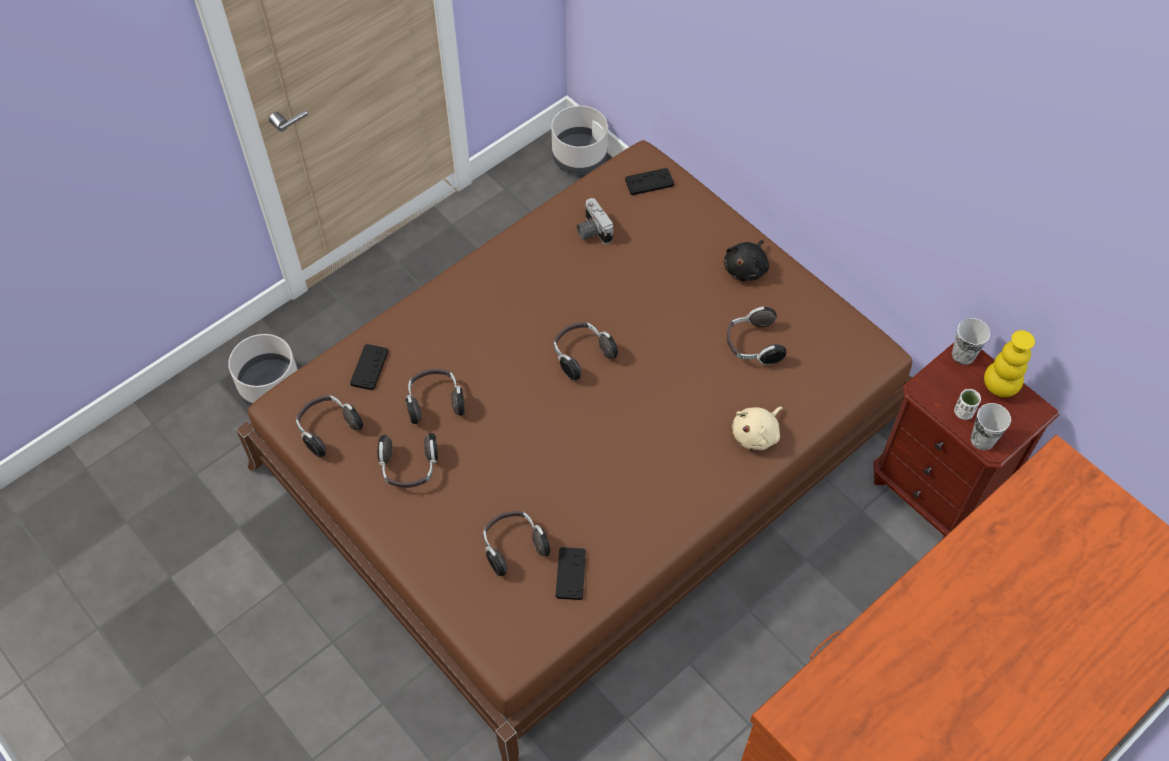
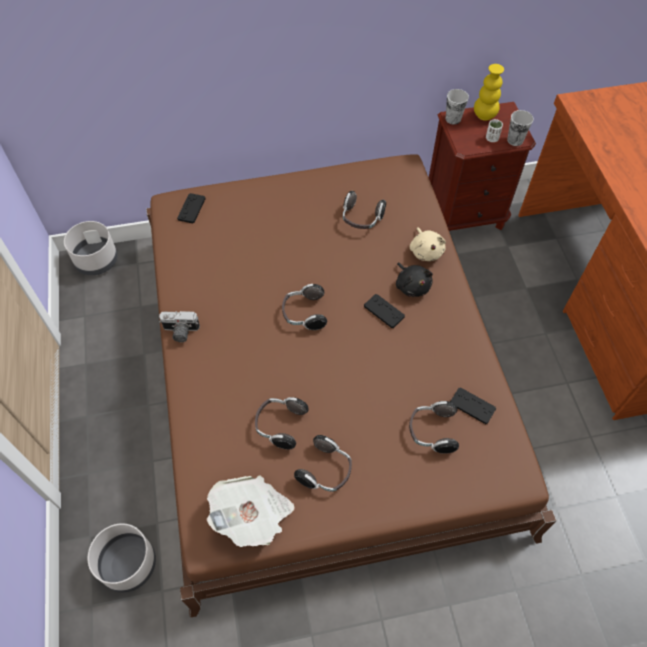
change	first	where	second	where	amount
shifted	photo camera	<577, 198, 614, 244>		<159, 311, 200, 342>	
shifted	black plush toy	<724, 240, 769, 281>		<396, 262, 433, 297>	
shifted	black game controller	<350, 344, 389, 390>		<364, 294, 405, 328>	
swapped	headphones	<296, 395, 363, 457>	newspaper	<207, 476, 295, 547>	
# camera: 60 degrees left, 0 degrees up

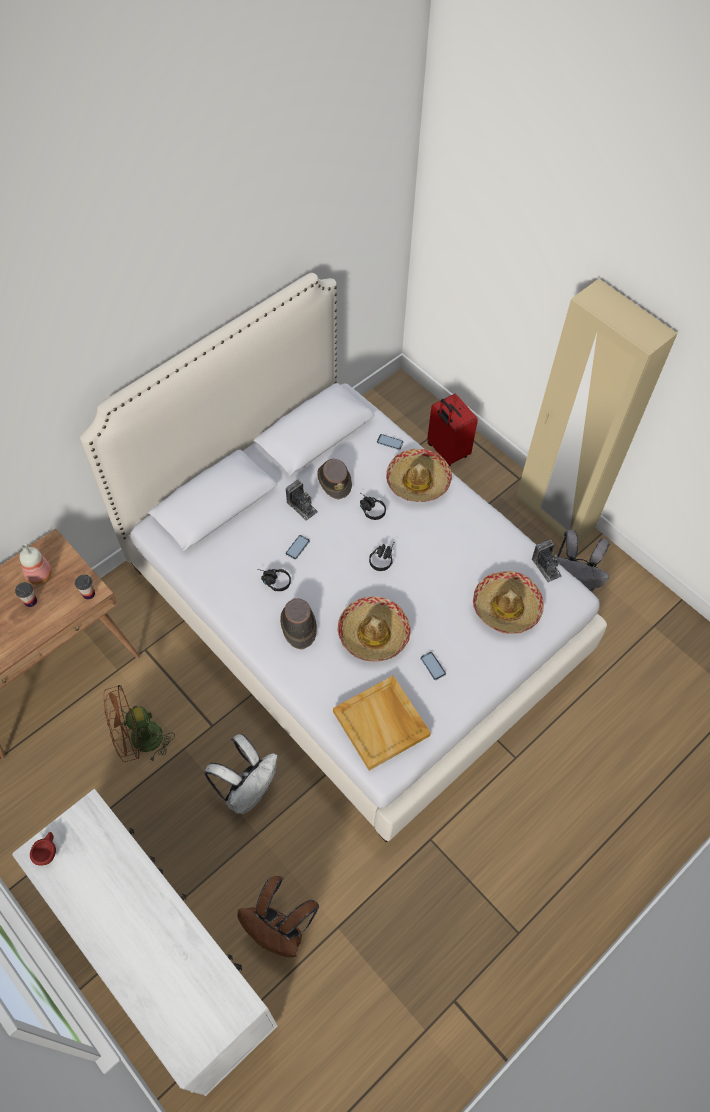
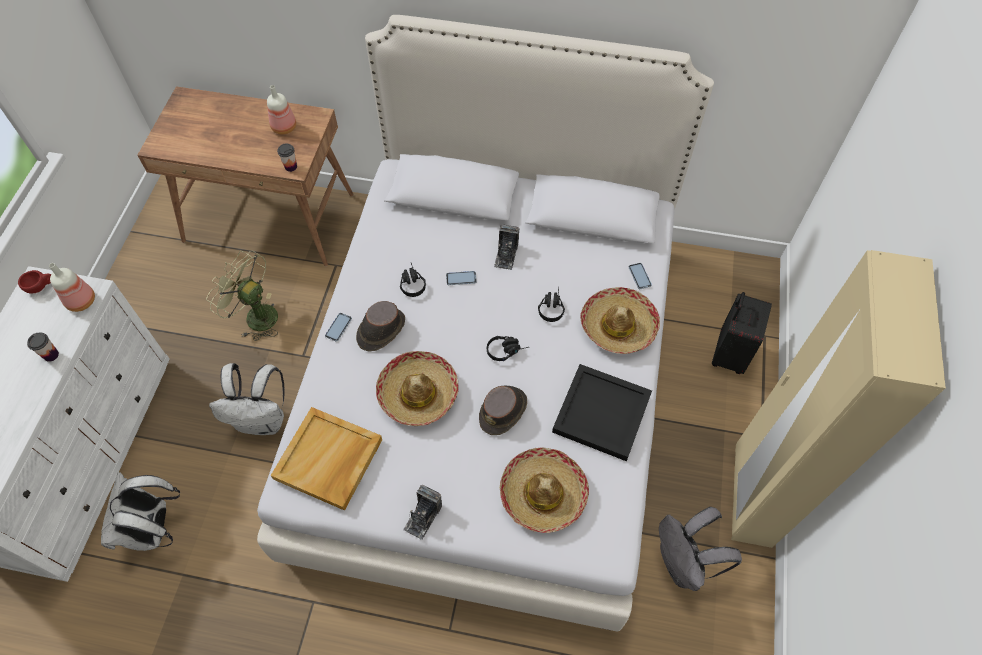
change	first	where	second	where	amount
repainted	red suitcase	<427, 393, 478, 466>	black suitcase	<712, 292, 772, 374>	
shifted	brown hat	<317, 459, 352, 499>		<479, 386, 527, 435>	
shifted	photo camera	<532, 539, 562, 583>		<403, 485, 442, 540>	
shifted	cup	<15, 582, 37, 607>		<27, 333, 59, 362>	
shifted	phone	<420, 652, 446, 680>		<325, 313, 352, 342>	
repainted	brown fan	<104, 685, 175, 763>	green fan	<206, 251, 278, 341>	
repainted	brown backpack	<238, 876, 319, 957>	white backpack	<101, 472, 180, 551>	
new			bottle	<49, 263, 95, 312>	
new			black tray	<552, 364, 652, 461>	
# camera: 55 degrees right, 0 degrees up

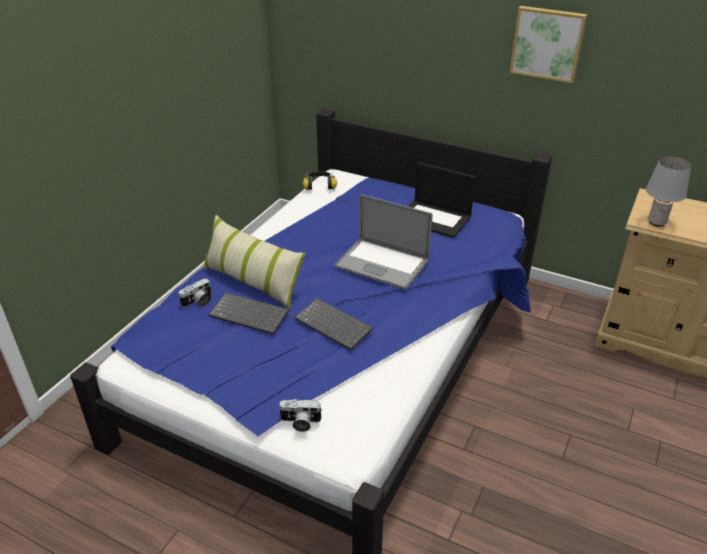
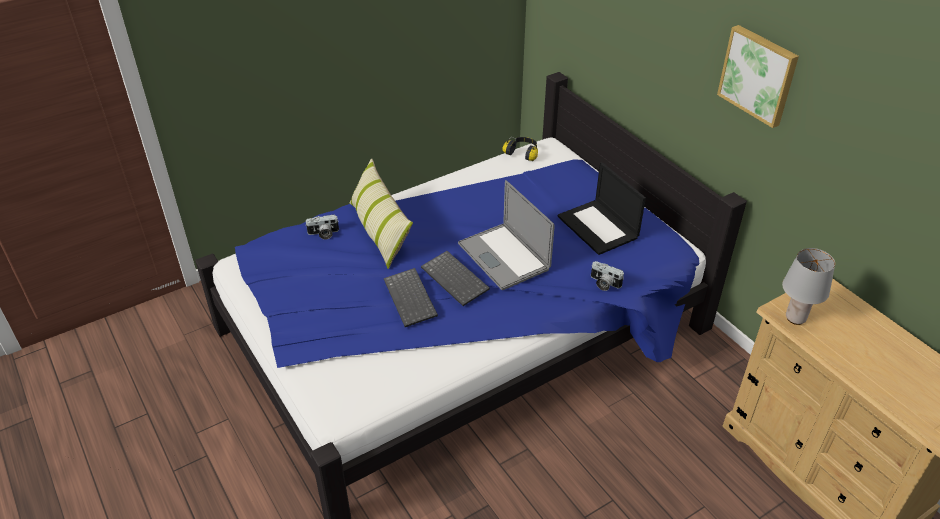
change	first	where	second	where	amount
shifted	keyboard	<209, 293, 289, 334>		<421, 251, 490, 306>	
shifted	photo camera	<278, 399, 322, 432>		<591, 261, 624, 291>	
# camera: 30 degrees right, 5 degrees up

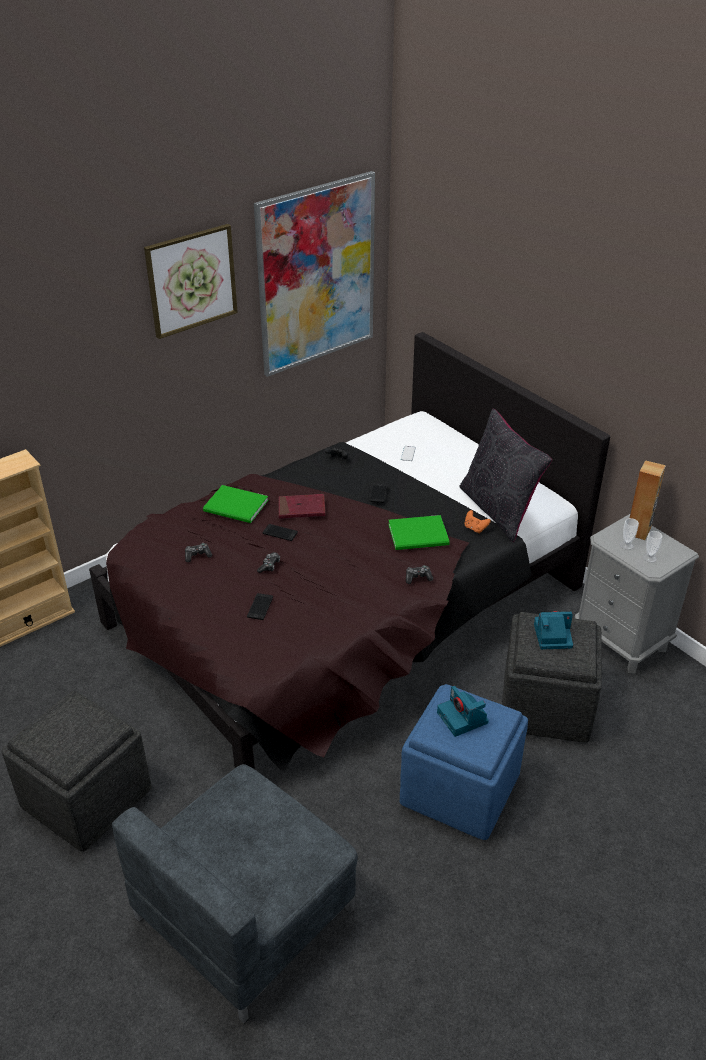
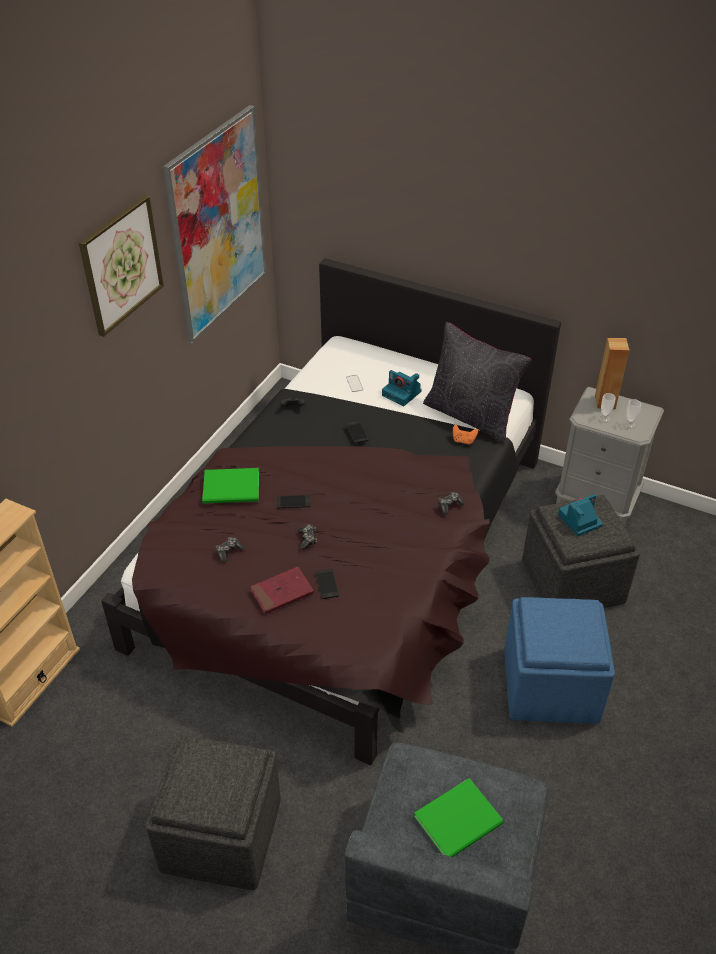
change	first	where	second	where	amount
shifted	red book	<279, 494, 326, 519>		<250, 567, 314, 614>	
shifted	green book	<388, 515, 450, 550>		<414, 778, 504, 857>	
shifted	photo camera	<437, 686, 489, 737>		<382, 370, 422, 406>	
# camera: 25 degrees left, 5 degrees up

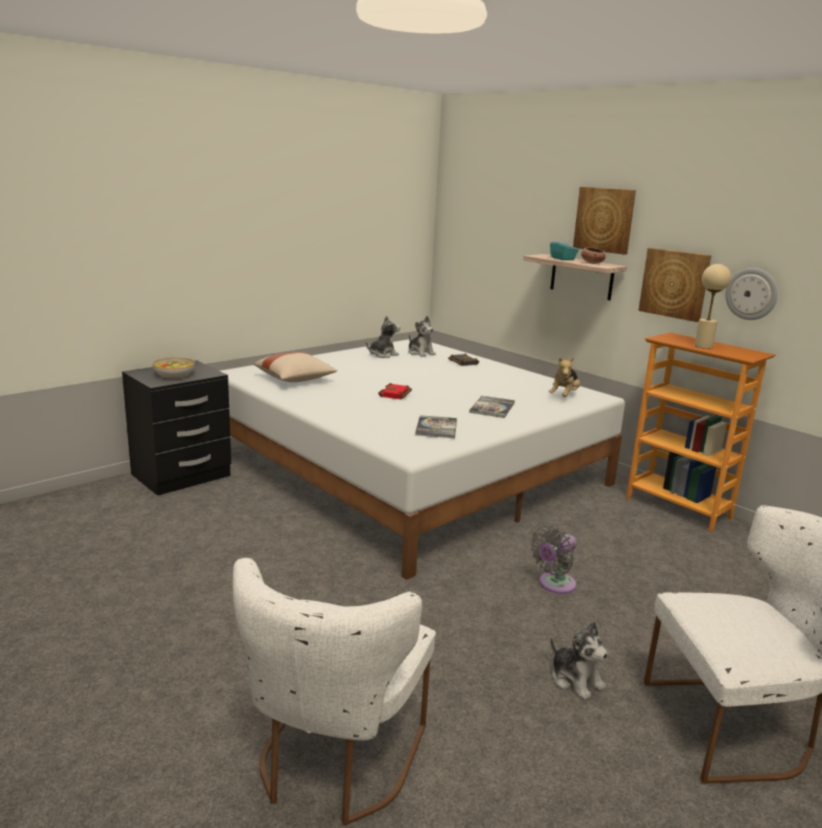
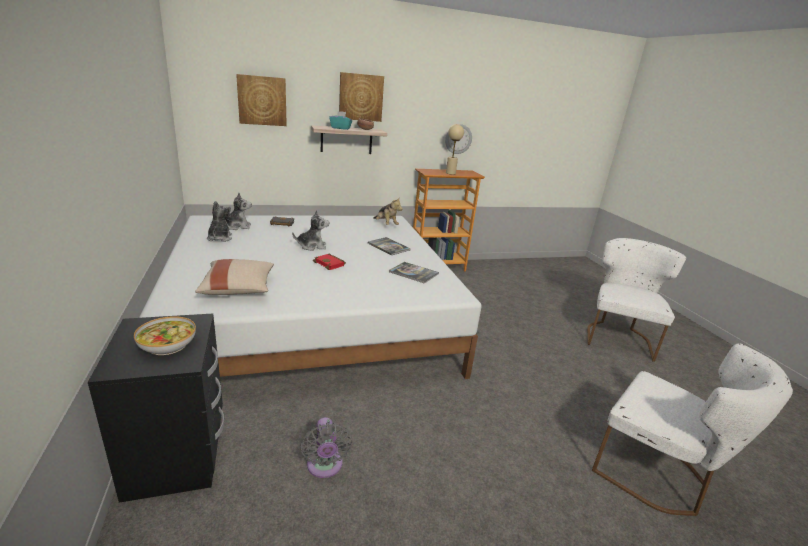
change	first	where	second	where	amount
shifted	picture	<638, 248, 712, 322>		<236, 74, 287, 126>	
shifted	grey fan	<531, 526, 577, 594>		<301, 417, 352, 478>	
shifted	plush toy	<550, 622, 608, 700>		<292, 210, 330, 251>	
# camera: 65 degrees left, 5 degrees up

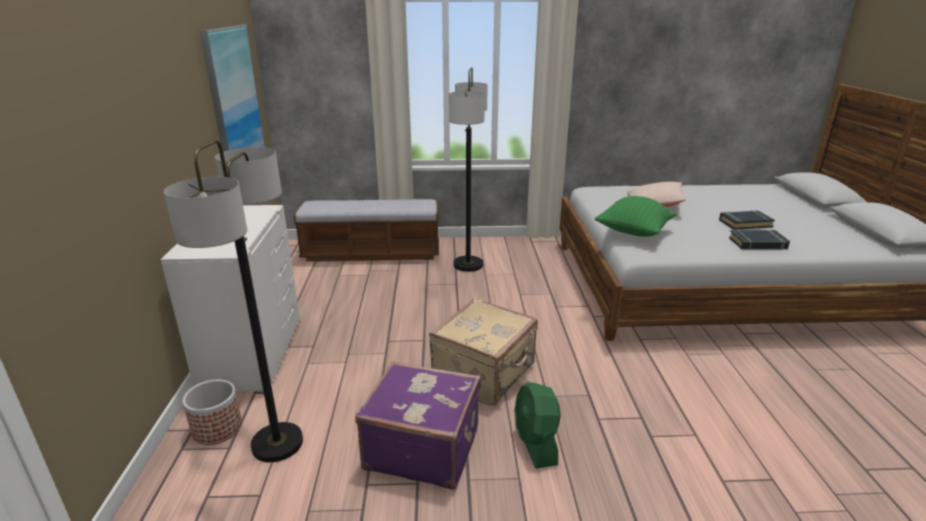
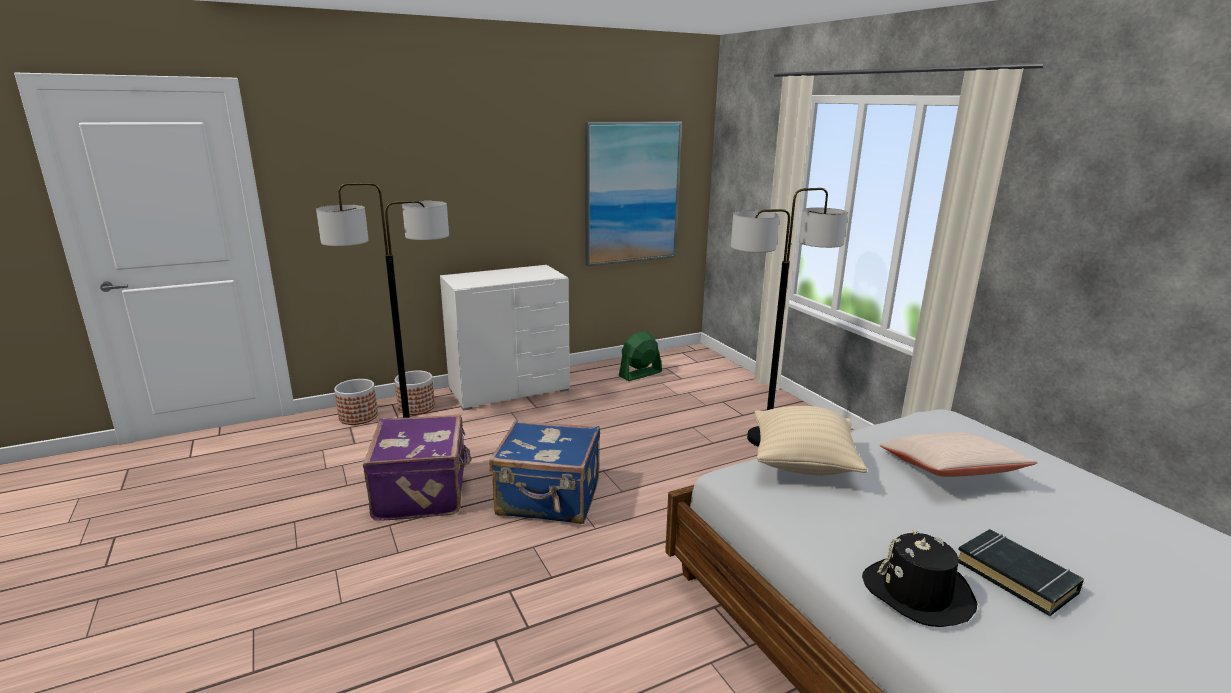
change	first	where	second	where	amount
repainted	green pillow	<595, 196, 677, 237>	beige pillow	<755, 406, 867, 476>	
gone	bench	<293, 199, 439, 262>			
swapped	black book	<729, 230, 790, 250>	black hat	<862, 530, 977, 627>	
repainted	beige suitcase	<429, 298, 538, 406>	blue suitcase	<490, 420, 600, 524>	
shifted	green fan	<514, 382, 561, 469>		<619, 331, 662, 381>	
new			planter	<334, 379, 378, 425>	
# camera: 65 degrees right, 5 degrees down

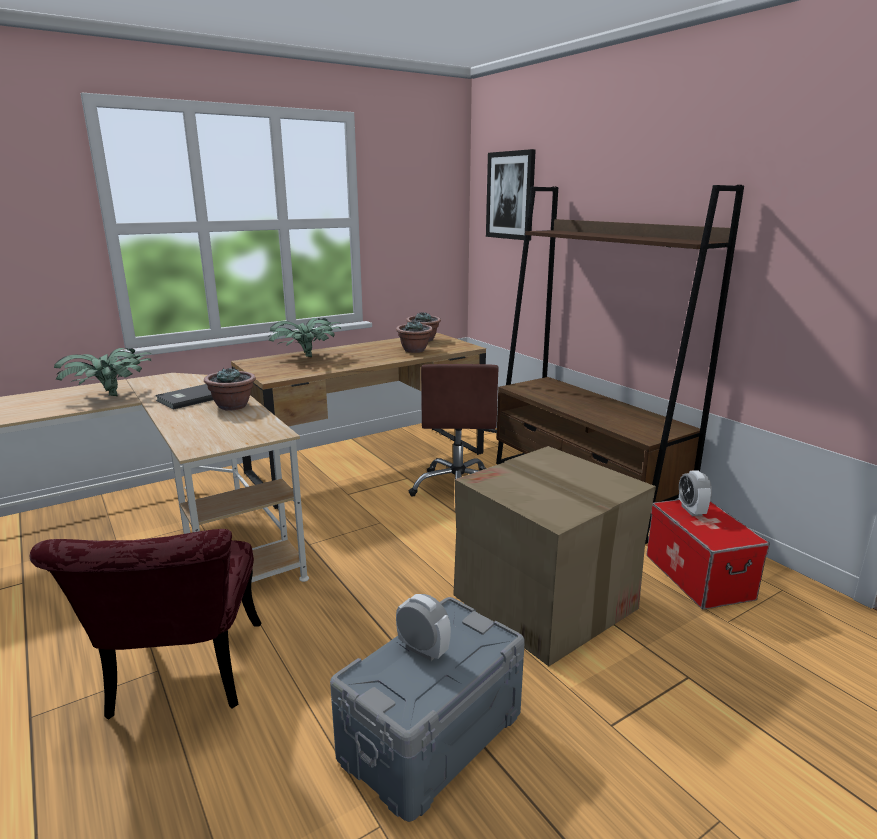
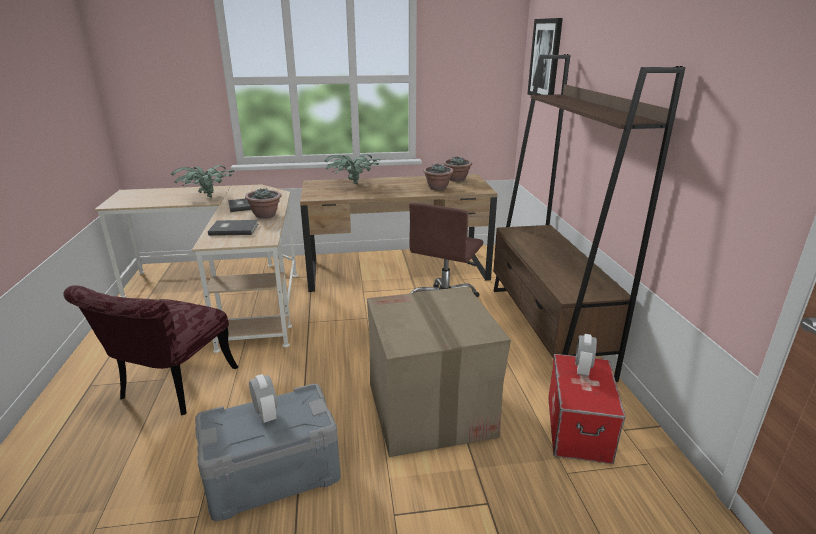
change	first	where	second	where	amount
new			grey book	<208, 220, 258, 236>	
# camera: 25 degrees right, 5 degrees up

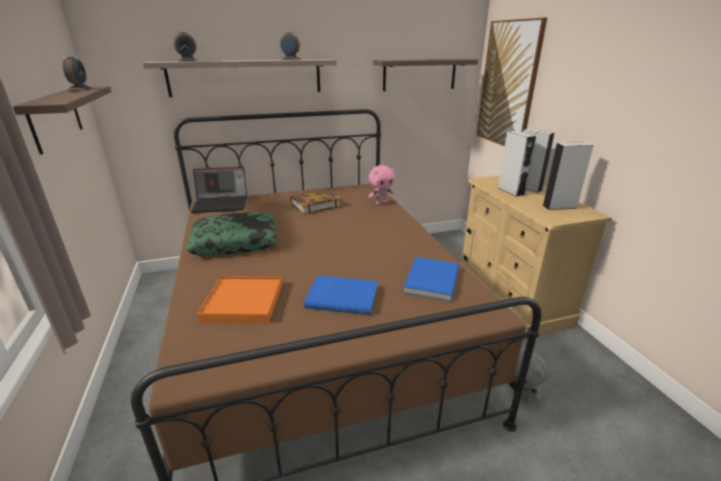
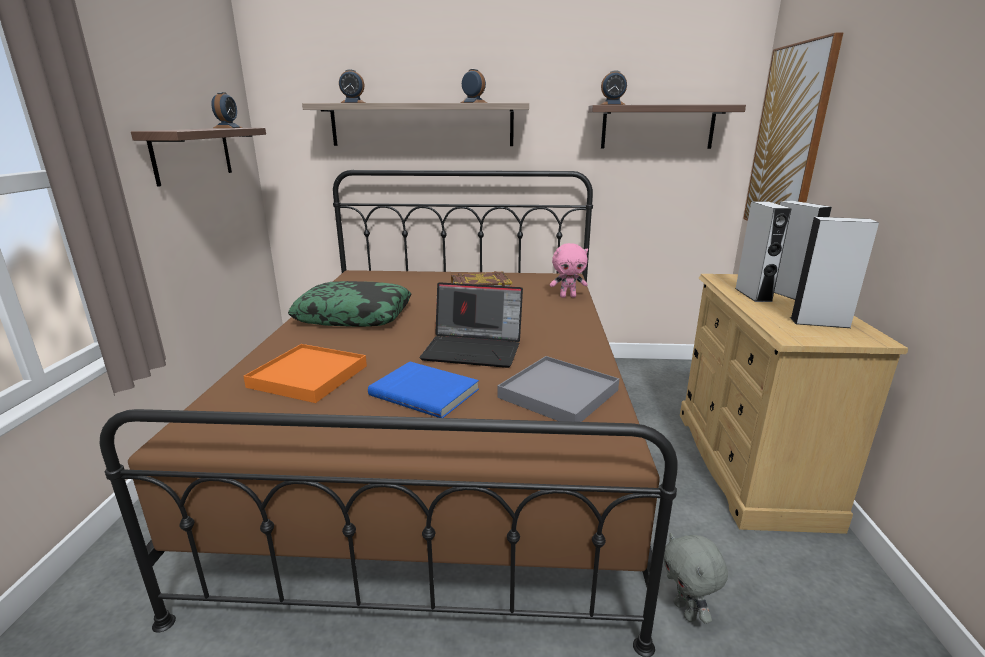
change	first	where	second	where	amount
shifted	laptop	<191, 167, 247, 213>		<420, 282, 523, 368>	
swapped	blue book	<403, 257, 459, 301>	grey tray	<497, 356, 619, 422>	
new			alarm clock	<600, 70, 627, 105>	
# camera: 20 degrees right, 5 degrees down

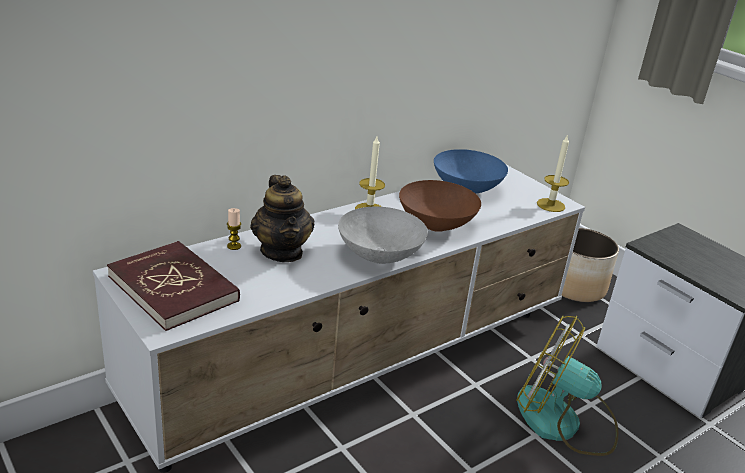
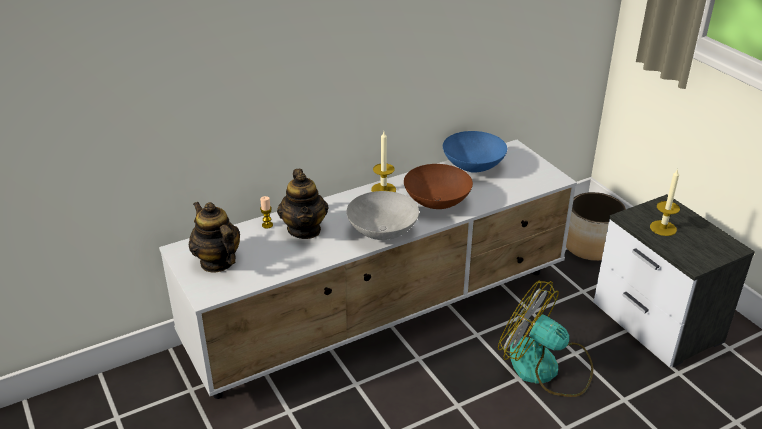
change	first	where	second	where	amount
shifted	candle	<537, 134, 569, 212>		<650, 169, 680, 236>	
swapped	red book	<107, 241, 240, 331>	teapot	<189, 202, 240, 272>	
# camera: 10 degrees right, 5 degrees up

